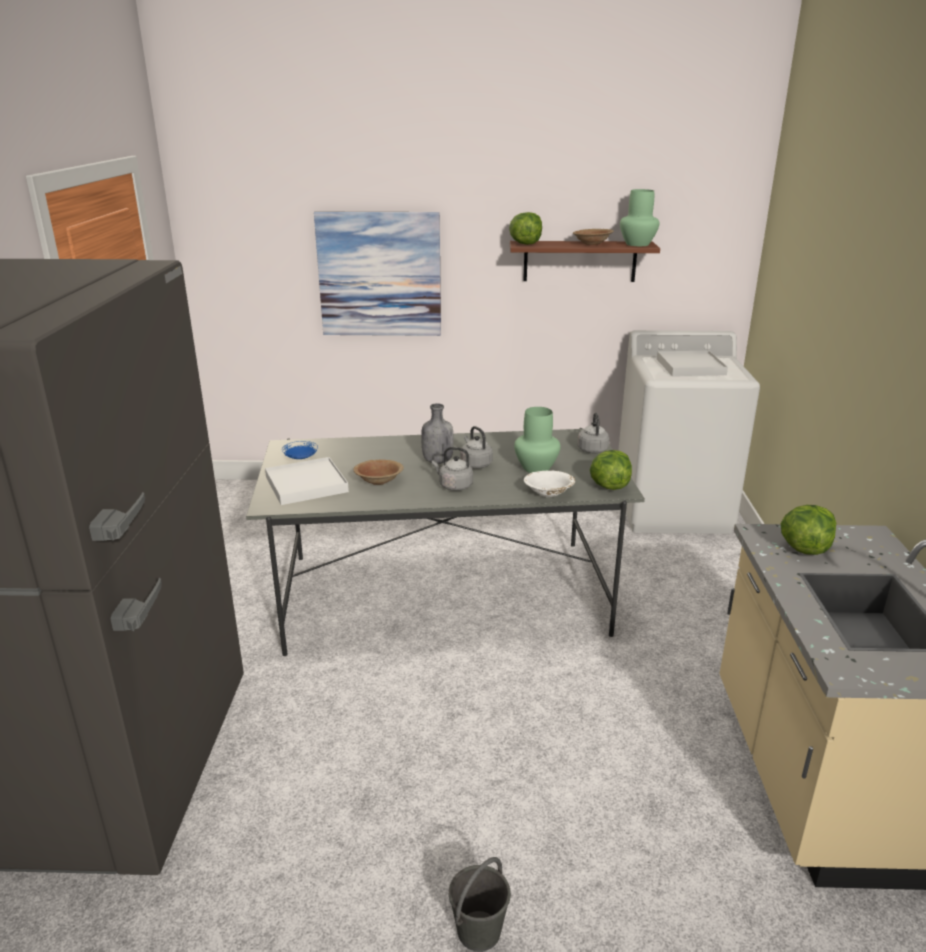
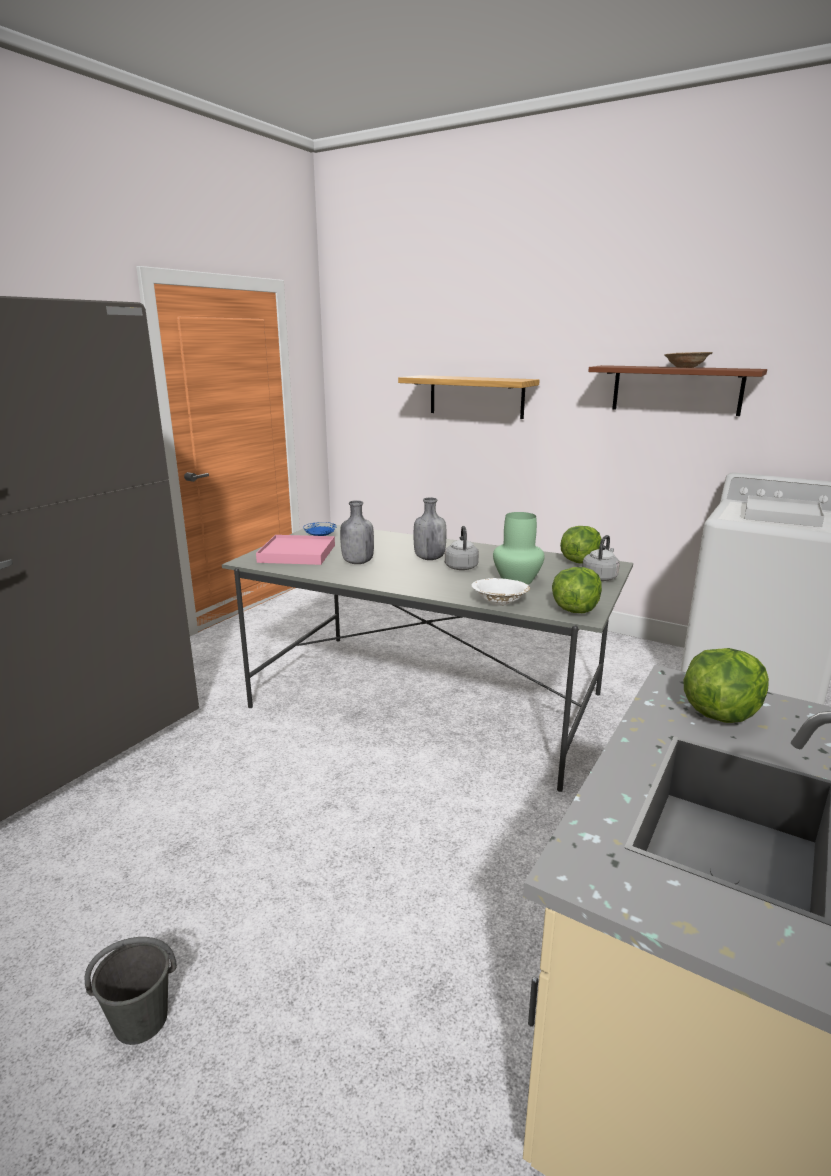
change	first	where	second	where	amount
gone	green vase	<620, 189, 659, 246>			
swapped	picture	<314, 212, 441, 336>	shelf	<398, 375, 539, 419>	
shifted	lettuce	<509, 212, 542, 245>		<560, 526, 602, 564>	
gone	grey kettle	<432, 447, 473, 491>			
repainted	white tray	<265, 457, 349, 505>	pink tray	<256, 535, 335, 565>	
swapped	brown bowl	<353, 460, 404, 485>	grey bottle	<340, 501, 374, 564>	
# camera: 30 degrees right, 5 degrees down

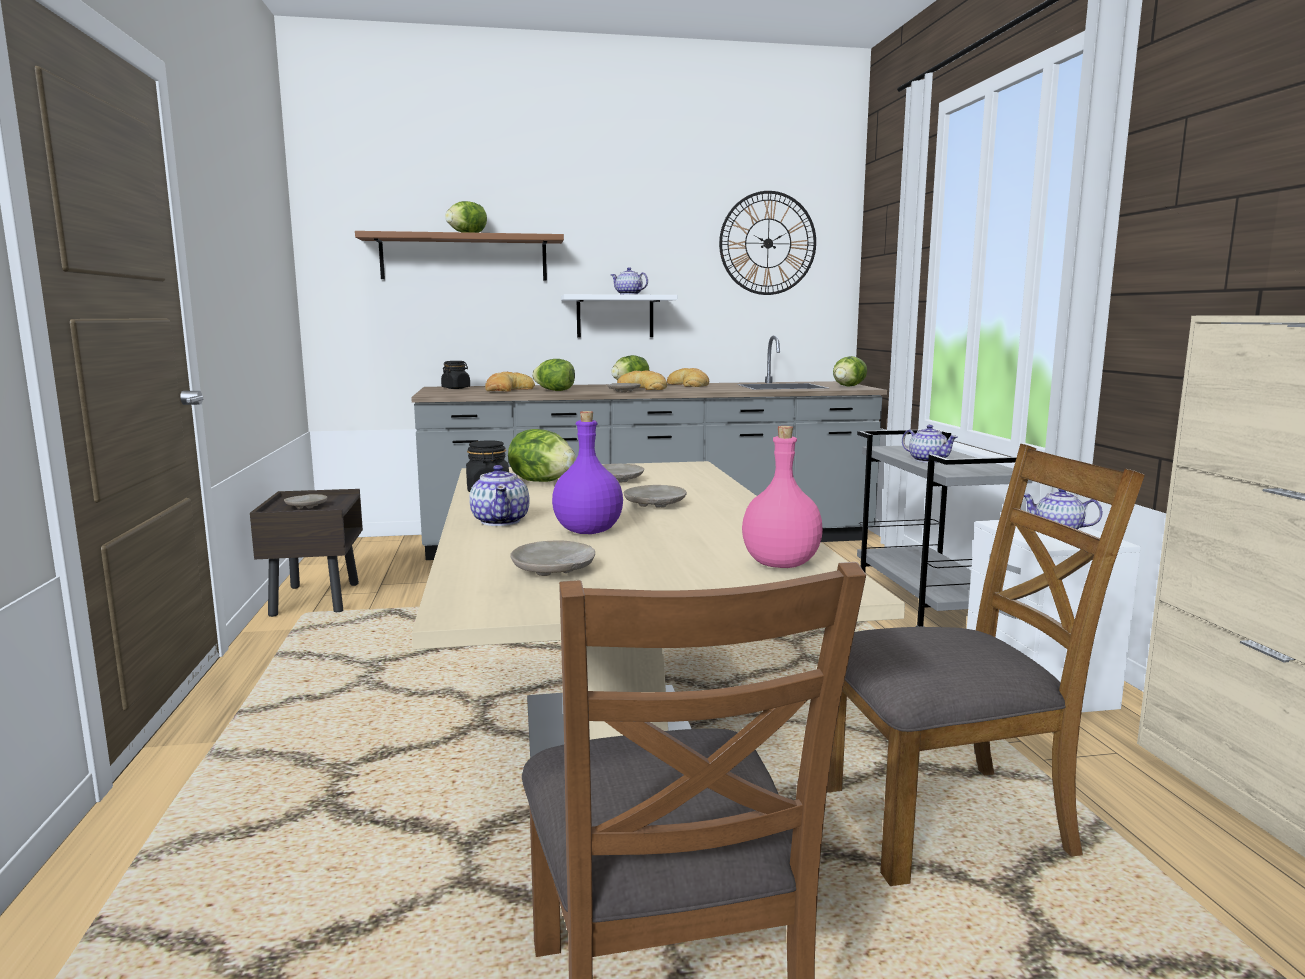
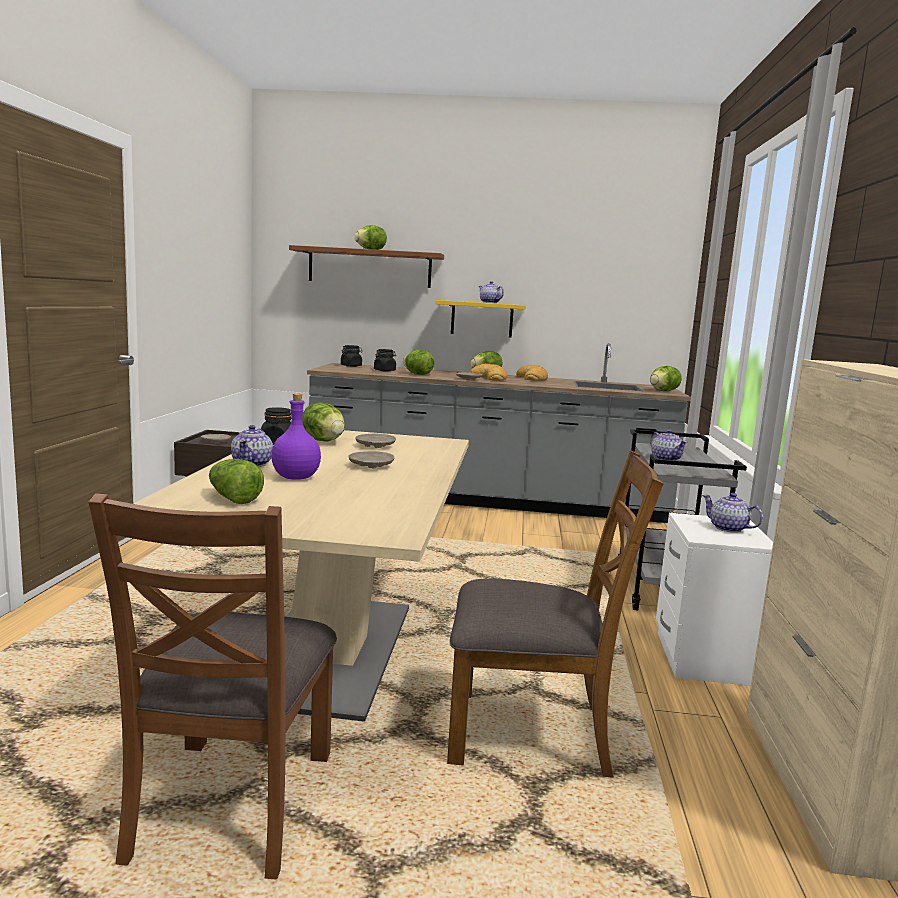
change	first	where	second	where	amount
gone	wall clock	<719, 191, 816, 295>			
repainted	white shelf	<561, 294, 678, 337>	yellow shelf	<436, 300, 526, 338>	
swapped	bread	<485, 372, 535, 392>	black jar	<374, 349, 396, 372>	
gone	pink bottle	<742, 426, 823, 568>			
swapped	beige plate	<510, 540, 595, 576>	lettuce	<209, 459, 264, 504>	
# camera: 15 degrees right, 0 degrees up

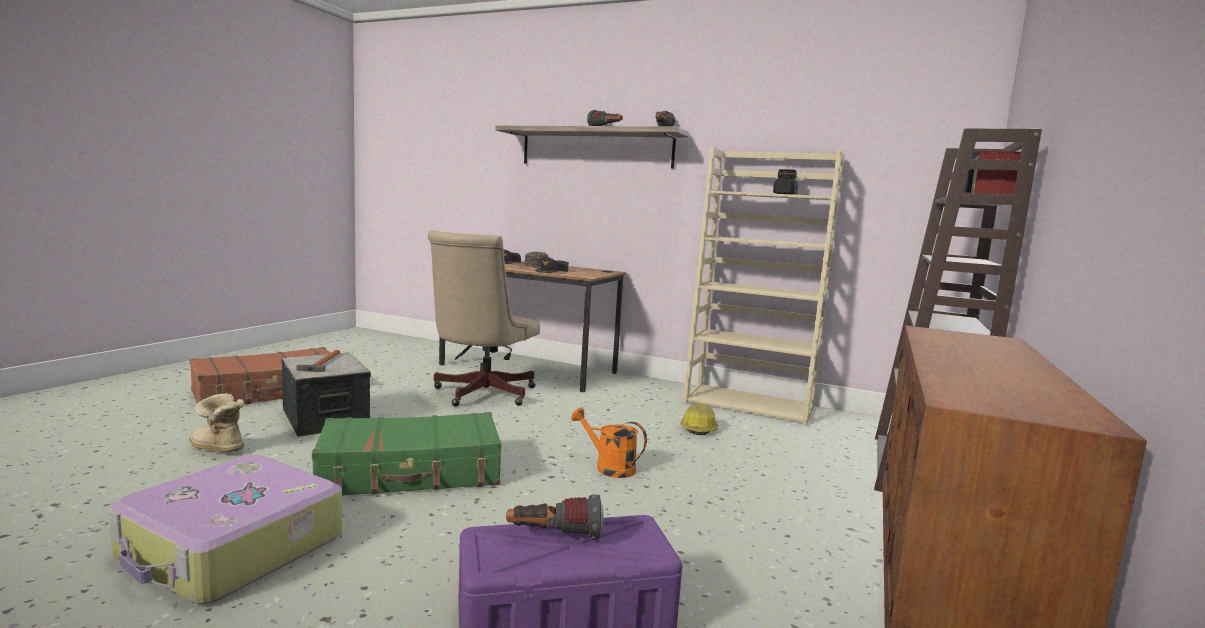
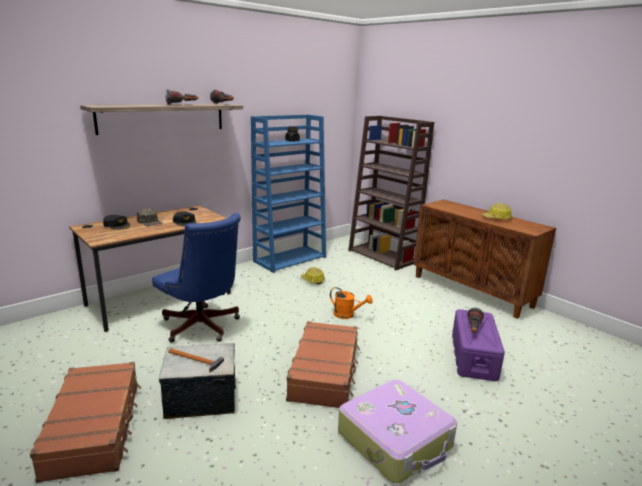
change	first	where	second	where	amount
repainted	beige bookcase	<683, 147, 844, 426>	blue bookcase	<251, 114, 326, 273>	
repainted	beige office chair	<428, 230, 540, 406>	blue office chair	<152, 213, 241, 342>	
gone	boot	<189, 393, 244, 452>			
rotated	orange watering can	<571, 407, 647, 478>		<330, 287, 373, 319>	120 degrees counterclockwise
repainted	green suitcase	<312, 412, 501, 495>	brown suitcase	<286, 321, 360, 408>	
new			hard hat	<482, 203, 513, 219>	
# camera: 65 degrees left, 10 degrees up

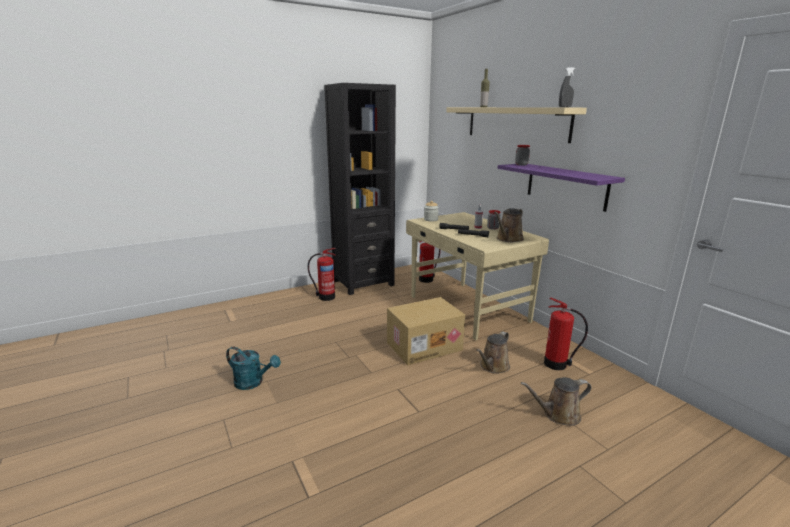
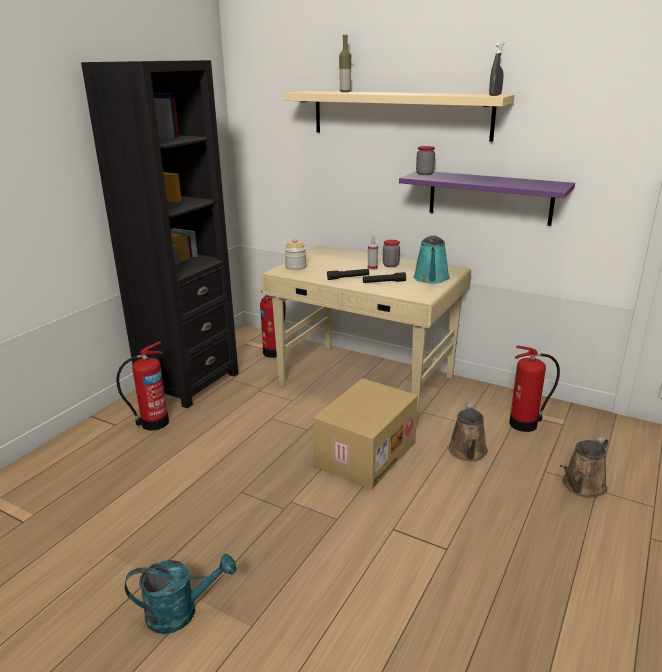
change	first	where	second	where	amount
repainted	brown watering can	<494, 208, 524, 242>	turquoise watering can	<413, 235, 450, 284>	
# camera: 30 degrees left, 5 degrees up

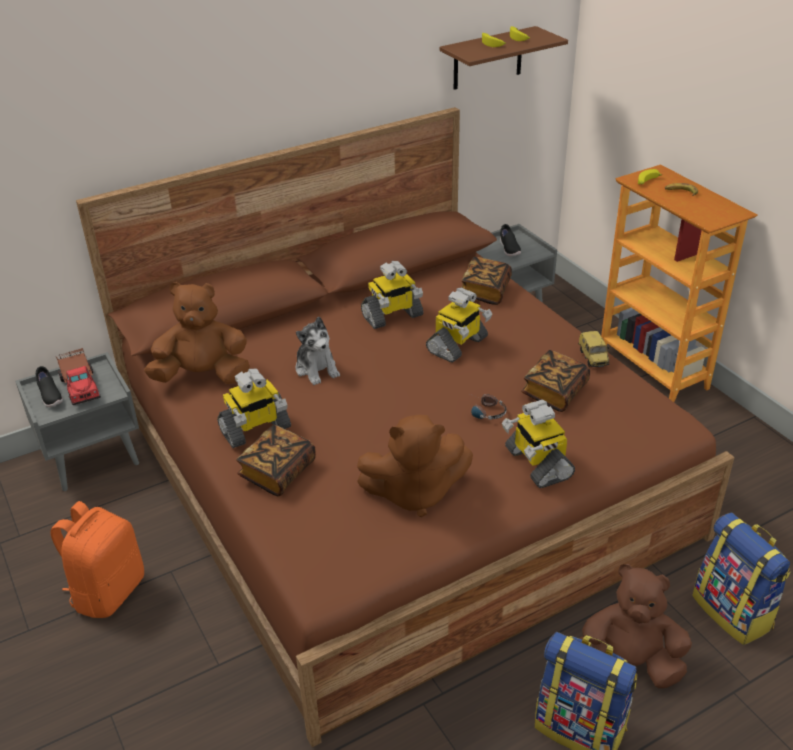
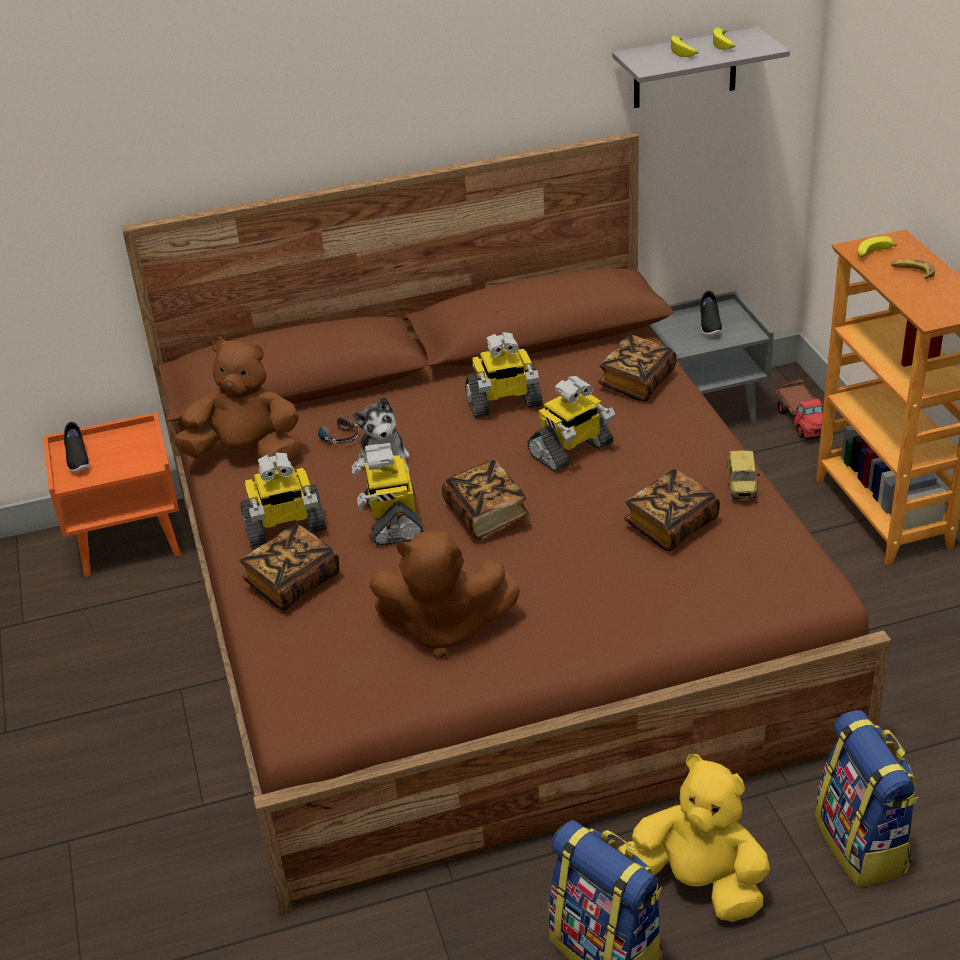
change	first	where	second	where	amount
repainted	brown shelf	<440, 26, 568, 90>	grey shelf	<612, 27, 790, 108>	
shifted	toy truck	<56, 348, 101, 405>		<775, 379, 834, 440>	
repainted	grey nightstand	<15, 352, 139, 491>	orange nightstand	<43, 412, 181, 577>	
shifted	headphones	<470, 394, 507, 420>		<318, 416, 359, 444>	
shifted	toy robot	<502, 399, 575, 488>		<352, 443, 423, 546>	
gone	orange backpack	<50, 501, 144, 618>			
repainted	brown plush toy	<579, 564, 692, 688>	yellow plush toy	<619, 754, 770, 922>	
new			book	<442, 460, 529, 540>	
# camera: 15 degrees right, 0 degrees up

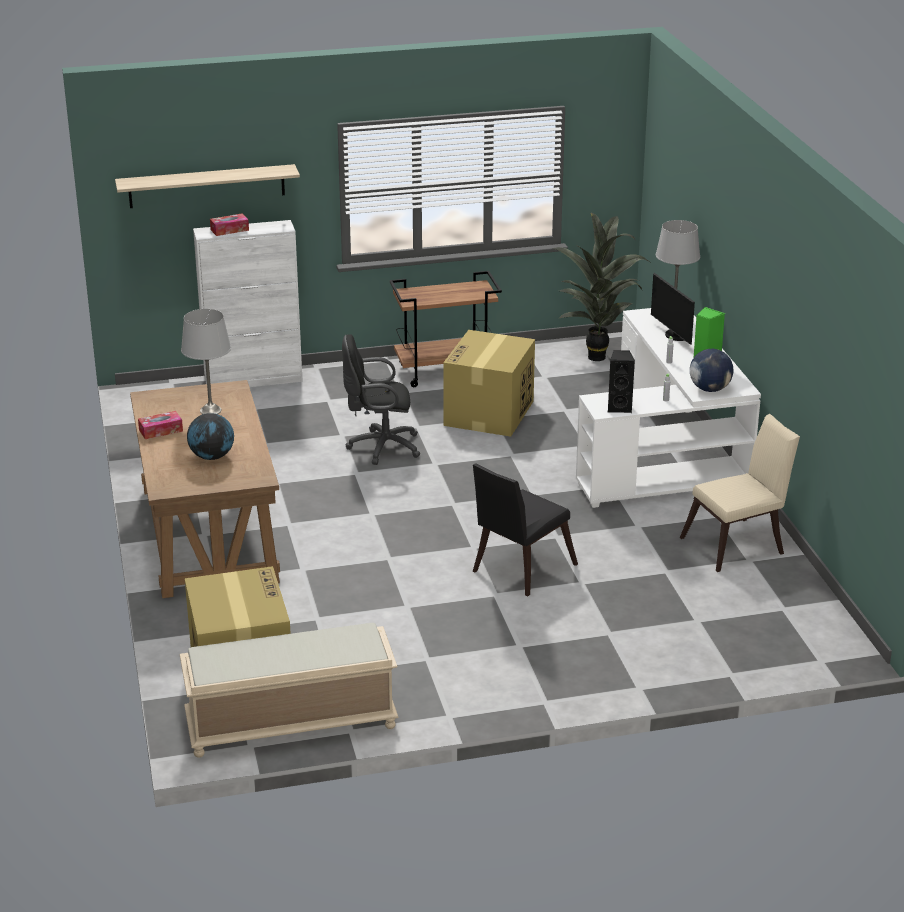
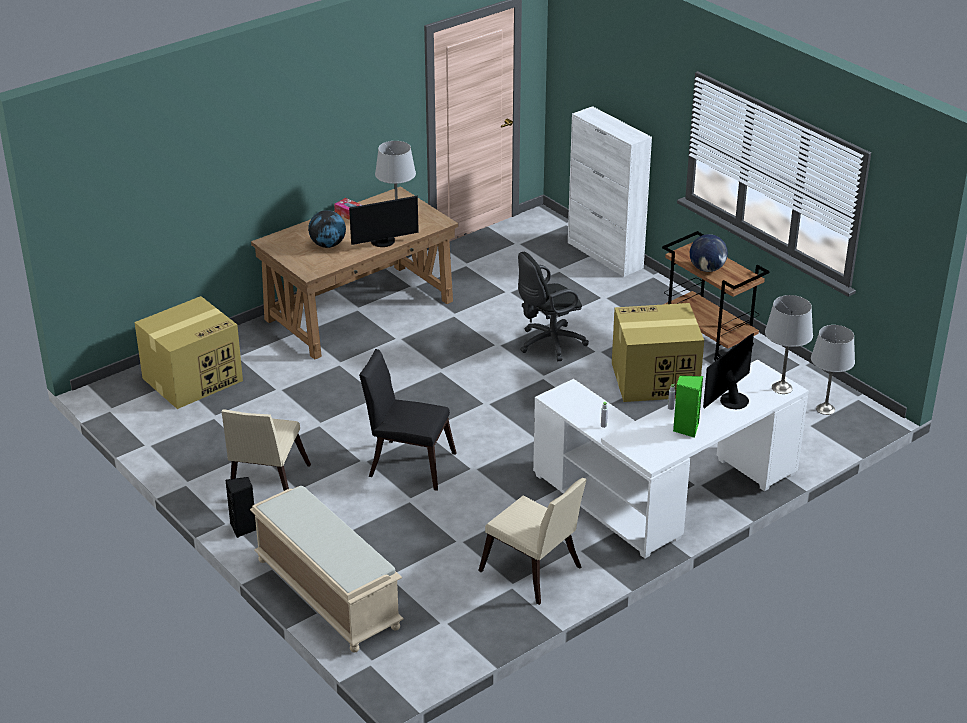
change	first	where	second	where	amount
gone	shelf	<115, 164, 300, 208>			
swapped	potted plant	<553, 212, 650, 361>	grey table lamp	<811, 325, 855, 415>	
gone	tissue box	<210, 214, 249, 236>			
rotated	black office chair	<342, 334, 420, 465>		<518, 252, 589, 361>	90 degrees counterclockwise
shifted	globe	<690, 349, 733, 392>		<690, 234, 728, 272>	
shifted	black speaker	<608, 350, 635, 413>		<226, 477, 256, 538>	
shifted	beige bench	<179, 623, 398, 758>		<250, 486, 404, 653>	
new			monitor	<349, 196, 419, 247>	
new			beige chair	<221, 409, 311, 491>	
# camera: 65 degrees right, 5 degrees up

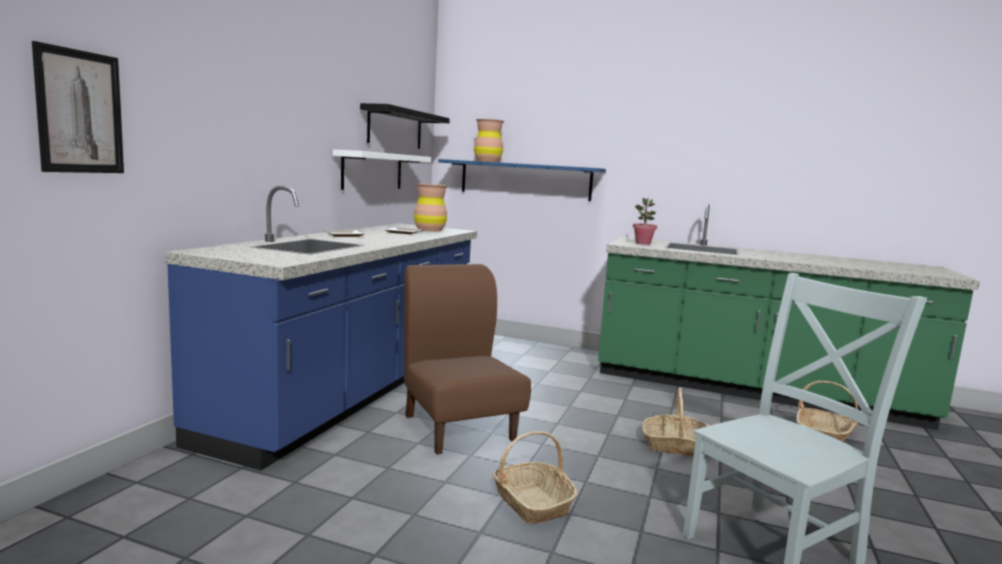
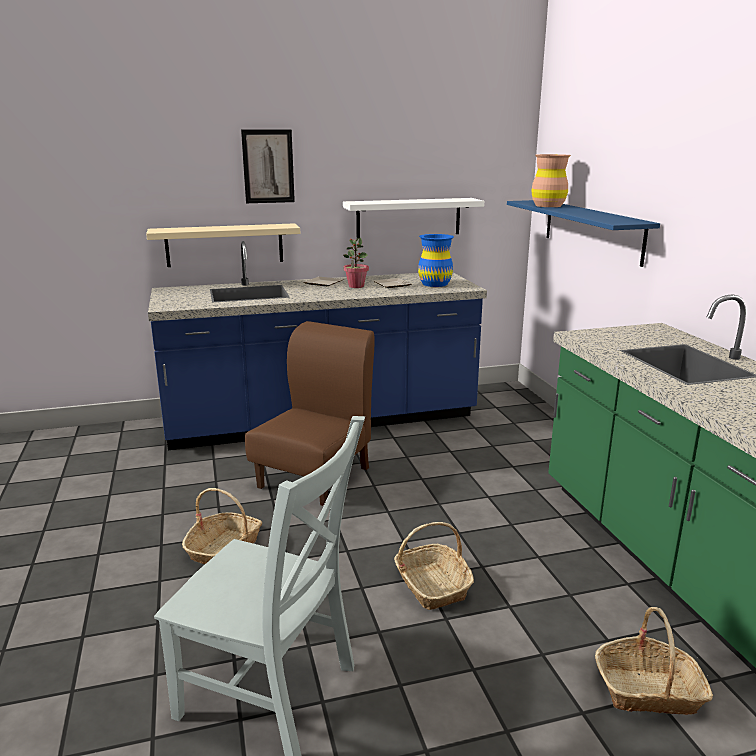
change	first	where	second	where	amount
shifted	picture	<32, 41, 124, 173>		<241, 129, 295, 203>	
gone	black shelf	<360, 103, 450, 149>			
repainted	brown vase	<414, 184, 448, 232>	blue vase	<418, 234, 454, 287>	
shifted	potted plant	<633, 198, 657, 245>		<343, 238, 369, 288>	
new			beige shelf	<146, 223, 300, 267>	
# camera: 55 degrees right, 10 degrees up

